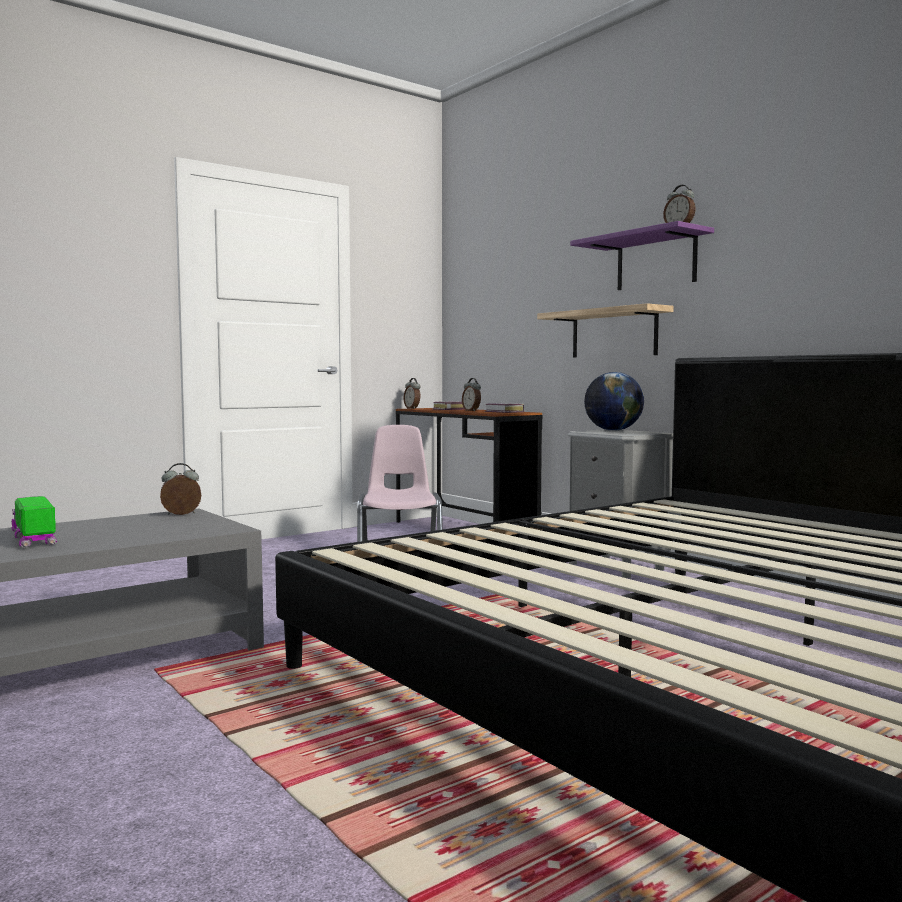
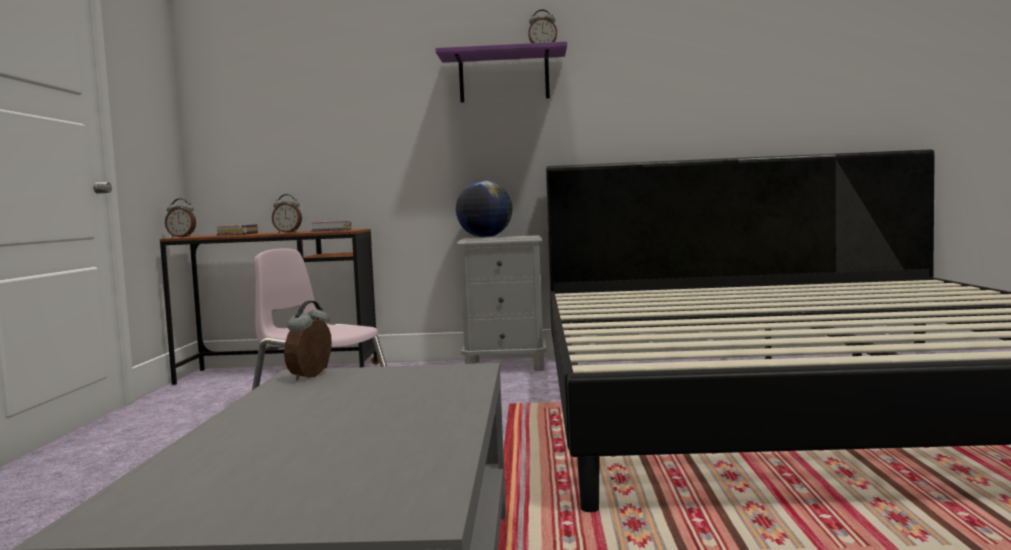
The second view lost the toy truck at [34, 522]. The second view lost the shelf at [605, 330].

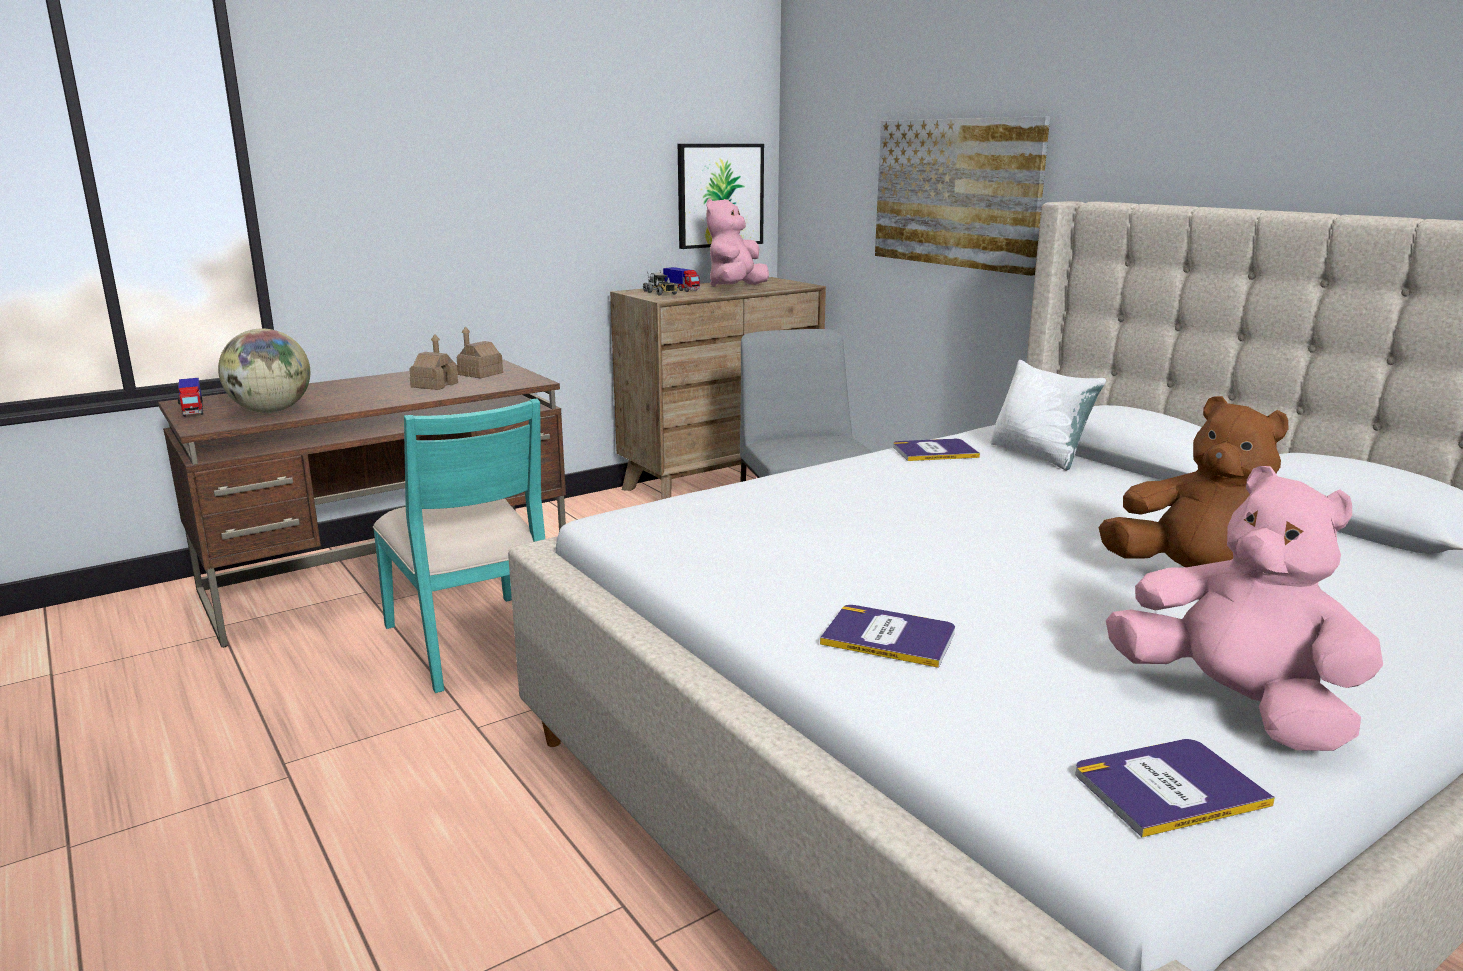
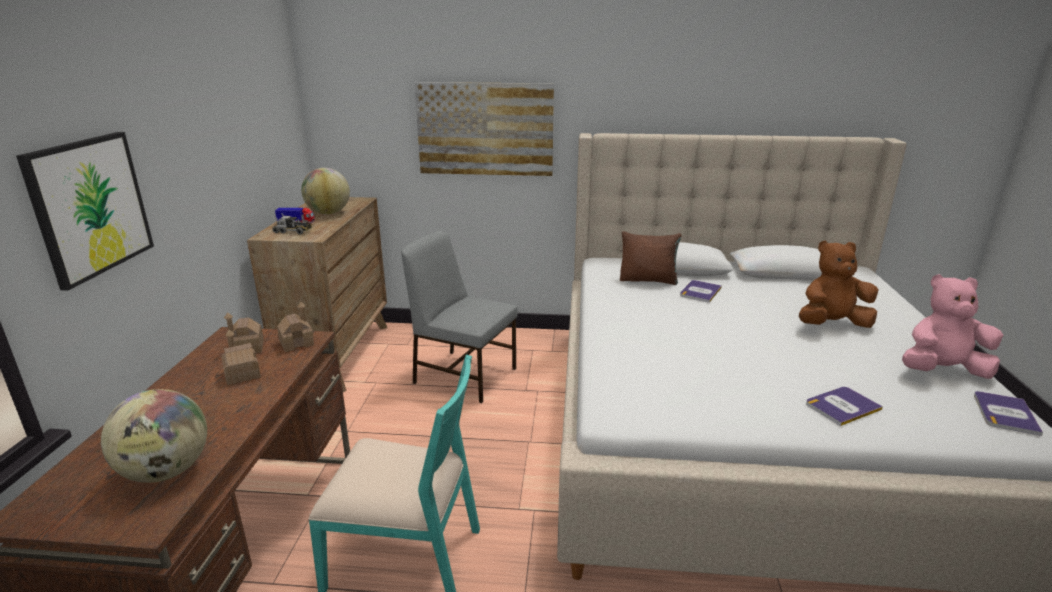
The second view lost the toy truck at [190, 397]. The second view gained the toy house at [295, 327]. The picture ended up elsewhere, having gone from [721, 196] to [85, 211]. The book ended up elsewhere, having gone from [936, 450] to [701, 291]. Where the plush toy in pink stood at [737, 242], the globe came to stand at [325, 191]. What was the pillow in white at [1048, 415] turned into the pillow in brown at [651, 258].

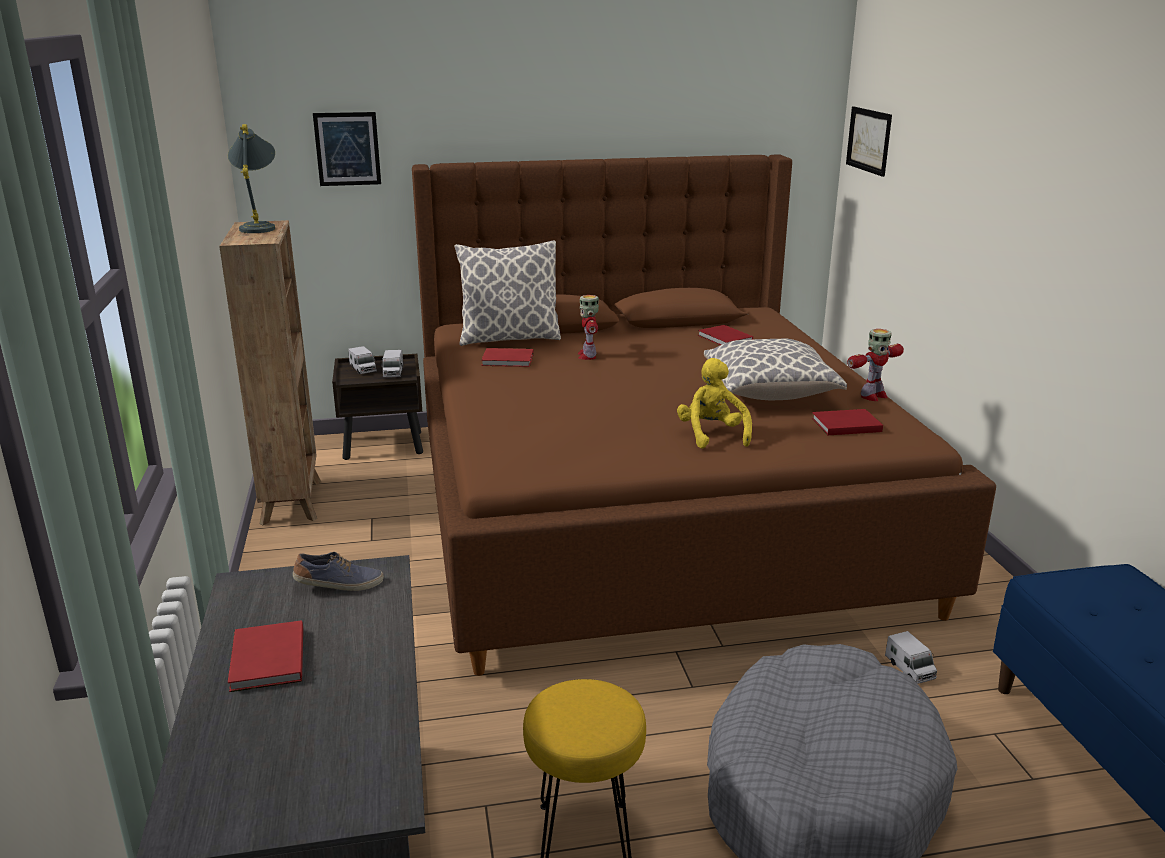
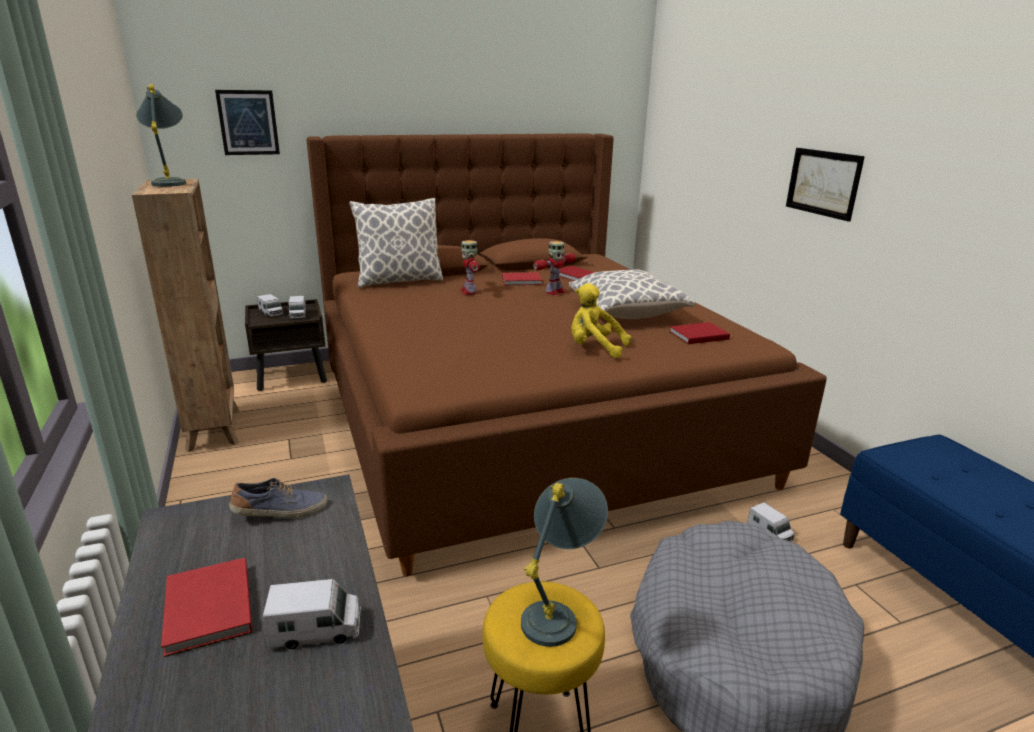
The second view gained the toy truck at [312, 614]. The second view gained the table lamp in grey at [564, 562]. The book in red ended up elsewhere, having gone from [507, 357] to [522, 279]. The picture ended up elsewhere, having gone from [869, 142] to [825, 185]. The toy robot ended up elsewhere, having gone from [875, 365] to [554, 268]. The plush toy in yellow at [714, 403] ended up facing another way, 45 degrees counterclockwise from before.

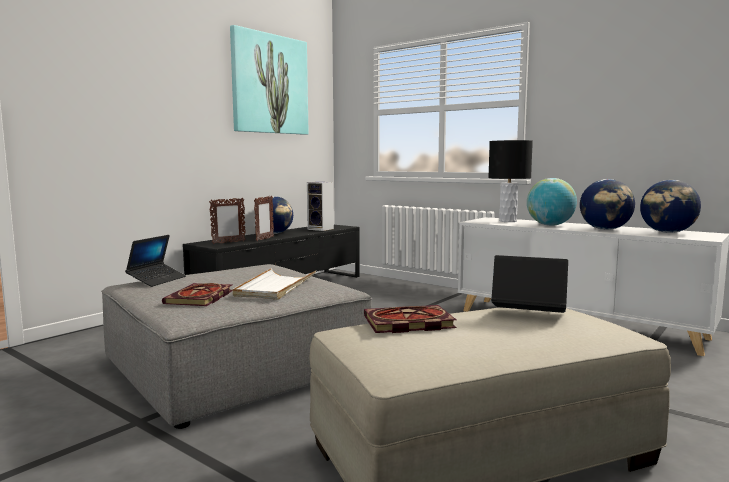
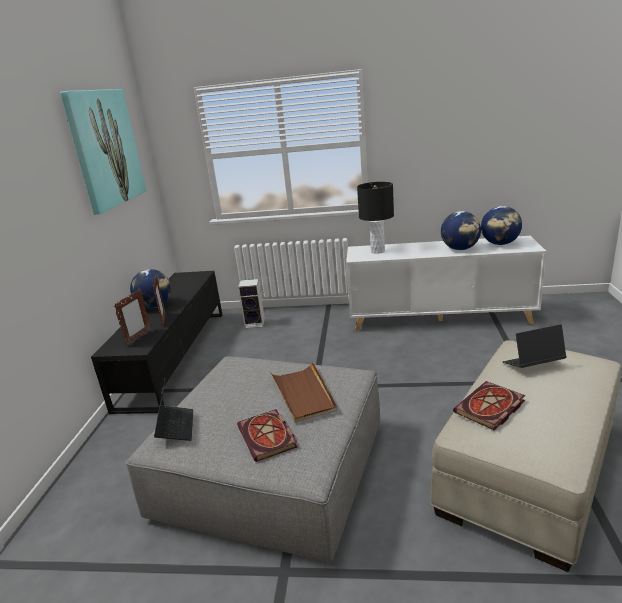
The second view lost the globe at [552, 202]. The speaker ended up elsewhere, having gone from [320, 206] to [251, 303]. What was the tray in white at [274, 284] turned into the tray in brown at [303, 392].

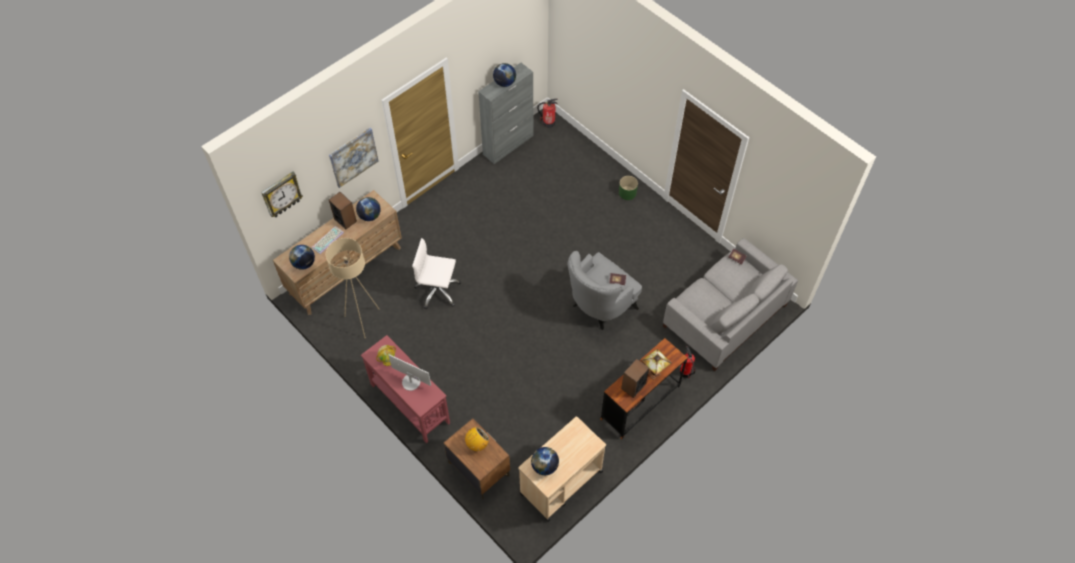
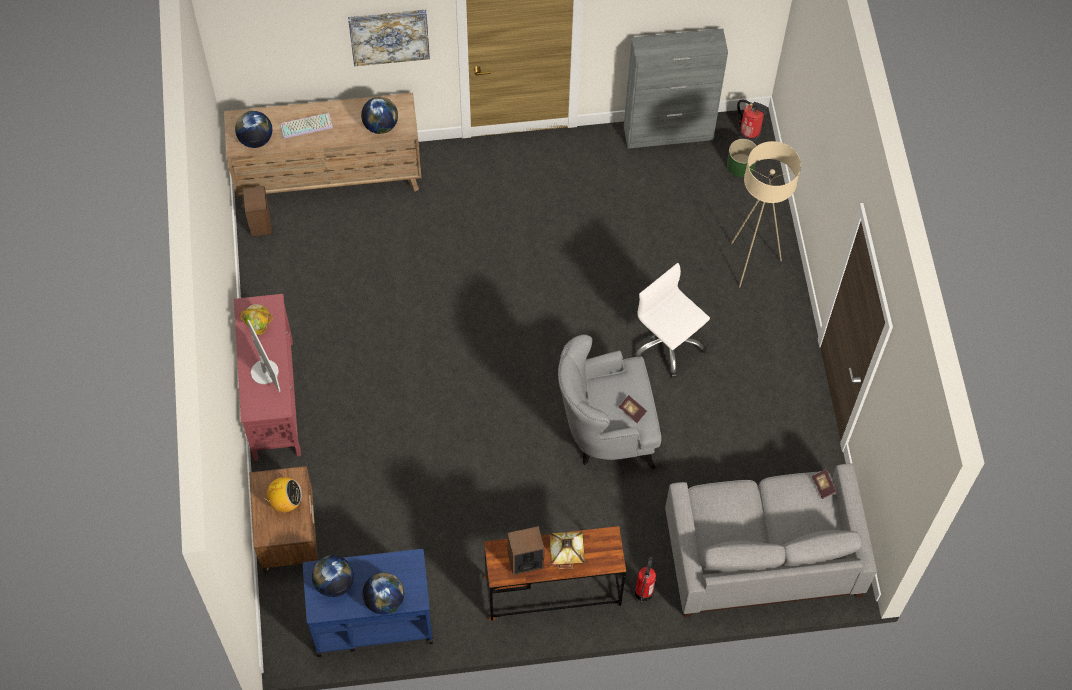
The second view lost the wall clock at [282, 194]. The floor lamp in beige ended up elsewhere, having gone from [353, 288] to [766, 214]. The speaker ended up elsewhere, having gone from [343, 211] to [257, 211]. The office chair in white ended up elsewhere, having gone from [436, 273] to [671, 320]. The globe ended up elsewhere, having gone from [504, 75] to [383, 593]. The planter in green ended up elsewhere, having gone from [628, 188] to [741, 158]. What was the cart in beige at [562, 469] turned into the cart in blue at [367, 603].

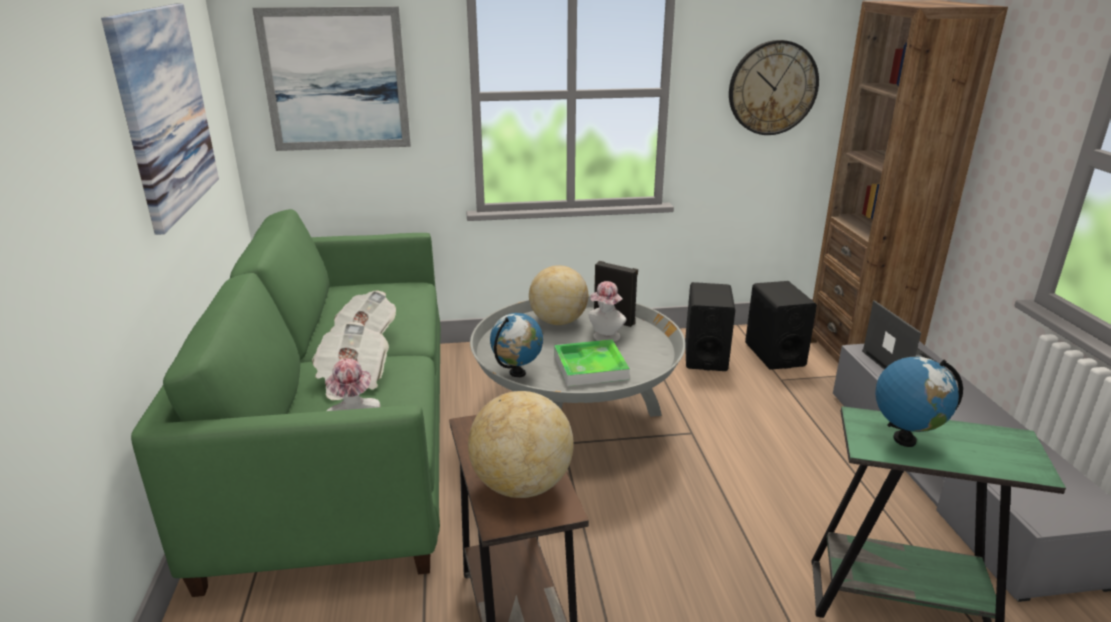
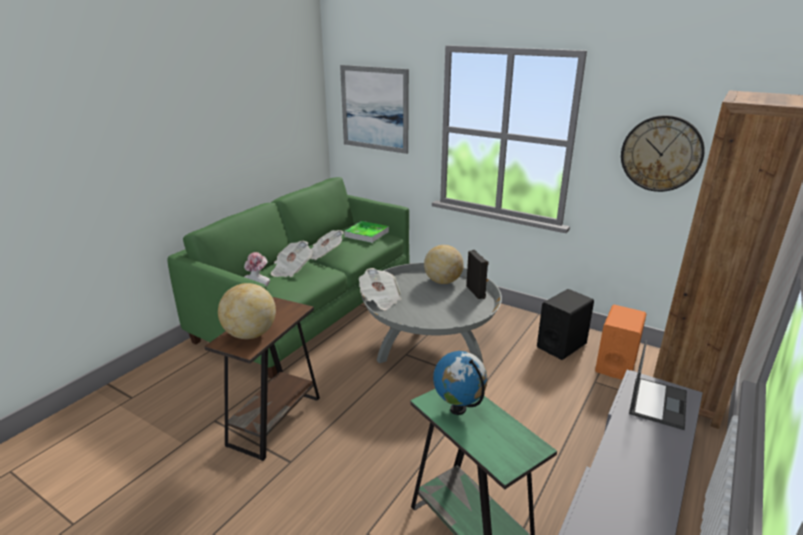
The second view lost the picture at [160, 119]. The second view lost the hat at [608, 311]. The tray ended up elsewhere, having gone from [592, 363] to [366, 232]. Where the globe stood at [516, 345], the newspaper came to stand at [380, 289]. What was the speaker in black at [781, 325] turned into the speaker in orange at [621, 342].

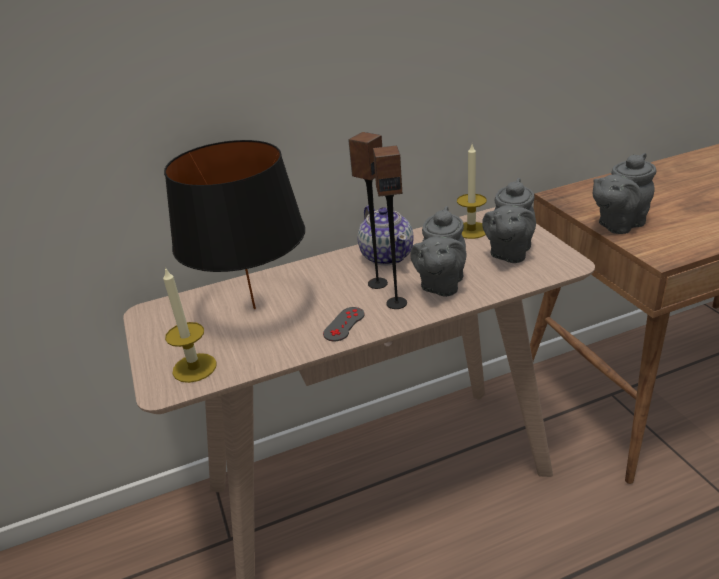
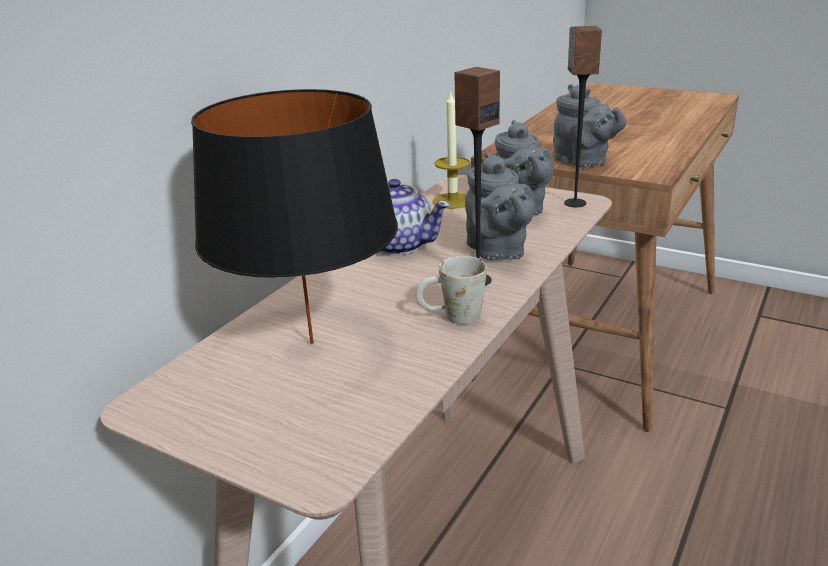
The second view lost the candle at [189, 325]. The speaker ended up elsewhere, having gone from [368, 210] to [583, 116]. Where the game controller in grey stood at [343, 324], the mug in white came to stand at [451, 290]. The teapot in grey at [624, 193] ended up facing another way, 60 degrees counterclockwise from before.

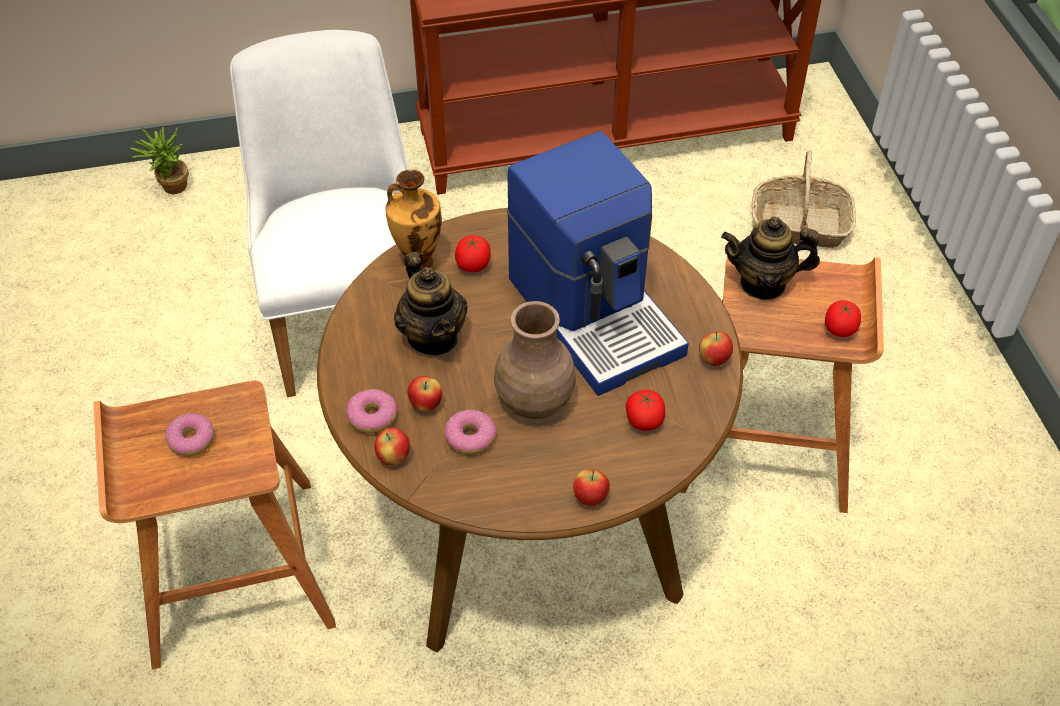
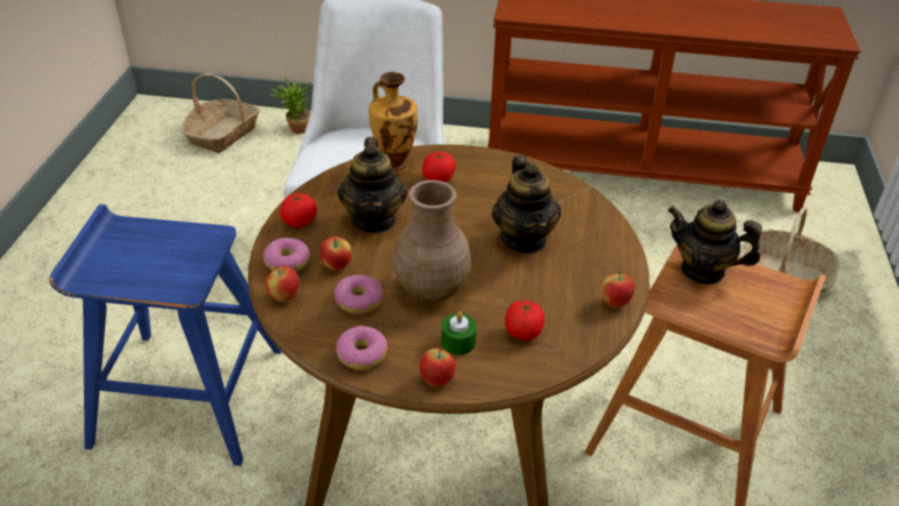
The second view gained the basket at [220, 113]. The second view gained the candle in green at [459, 333]. The donut ended up elsewhere, having gone from [190, 434] to [361, 348]. The tomato ended up elsewhere, having gone from [843, 318] to [298, 210]. Where the coffee machine stood at [598, 264], the teapot came to stand at [526, 204]. What was the stool in brown at [215, 525] turned into the stool in blue at [165, 335].

